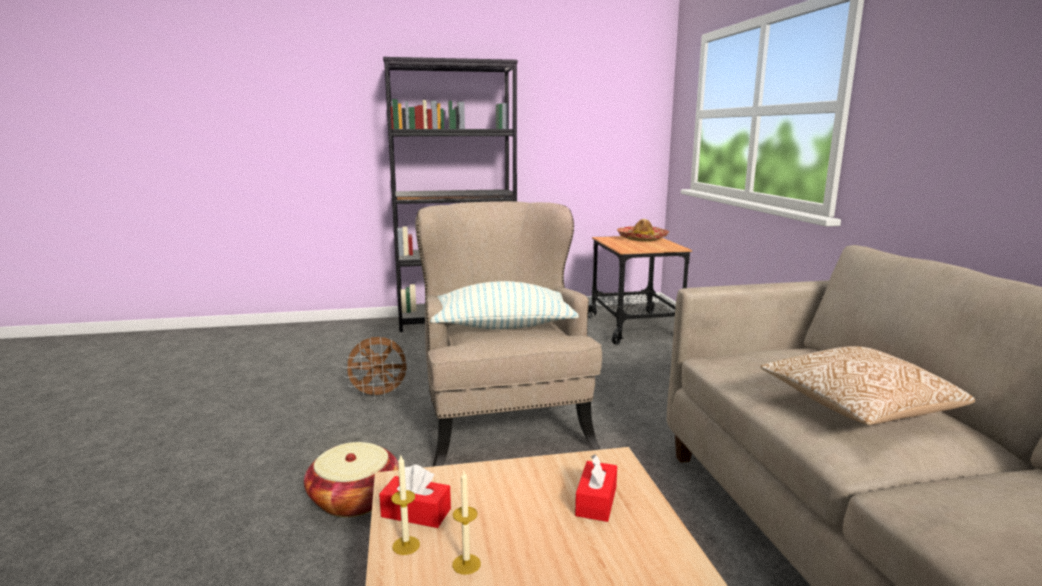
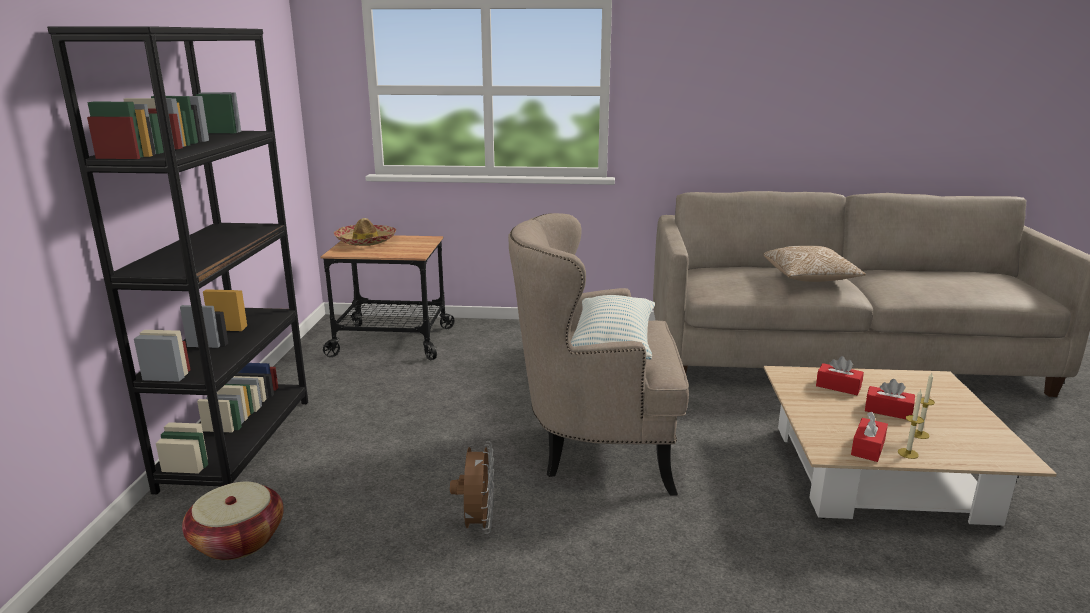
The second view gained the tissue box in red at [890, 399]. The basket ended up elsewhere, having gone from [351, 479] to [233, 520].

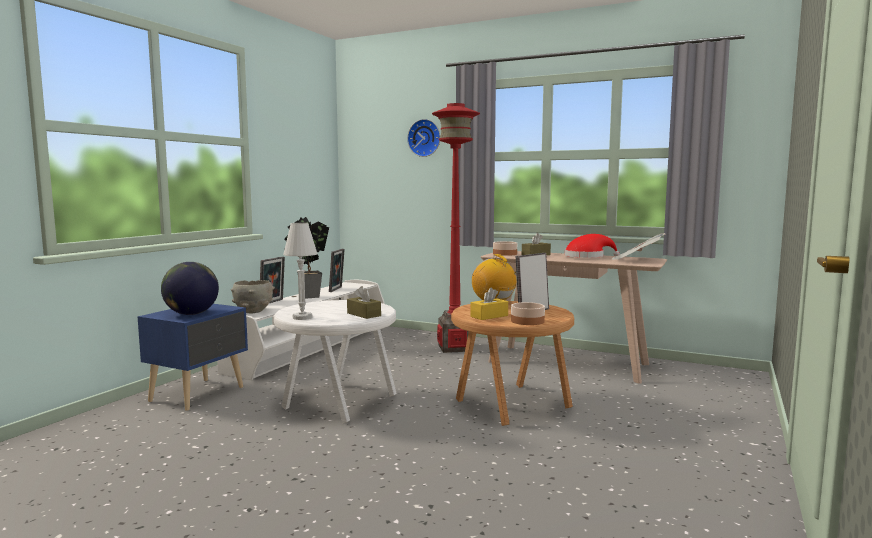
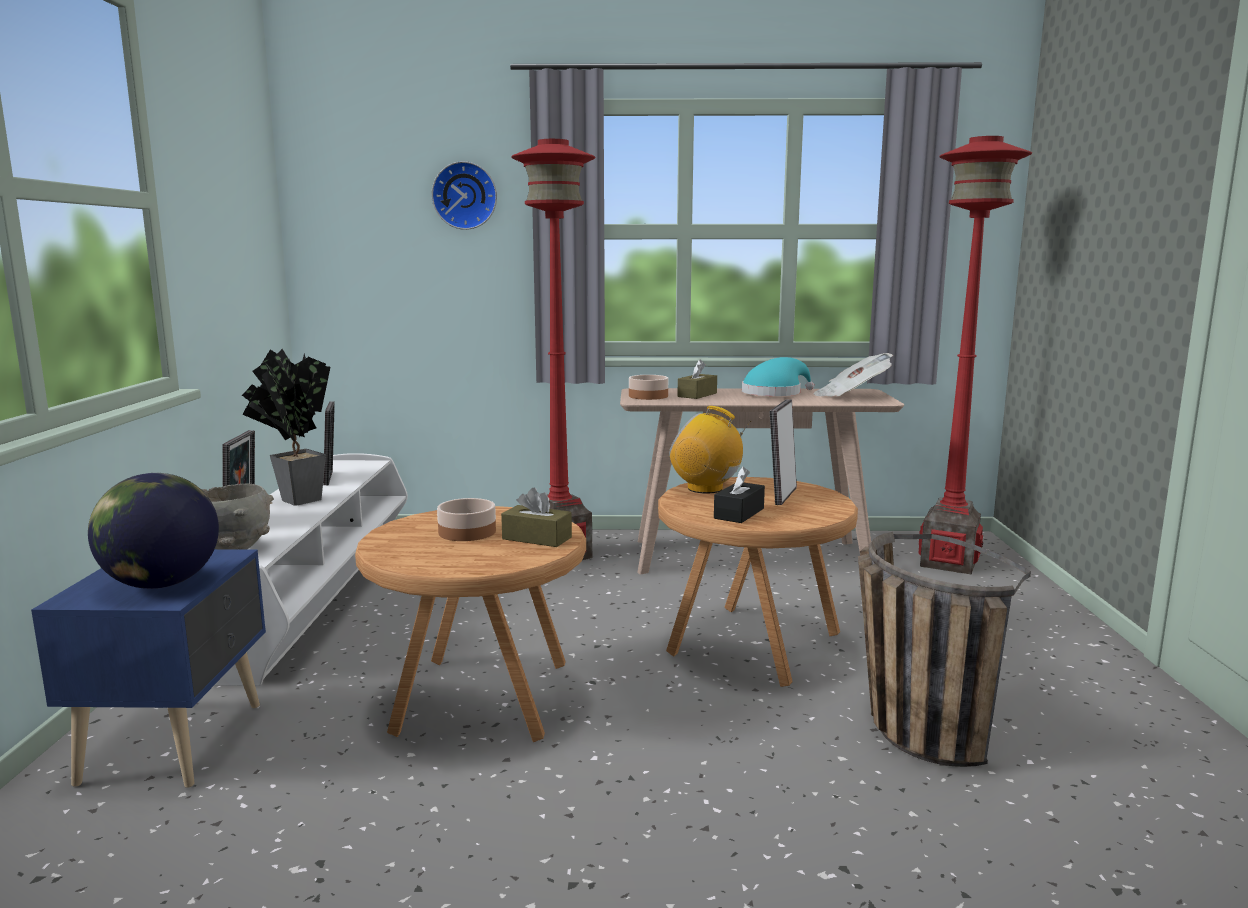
The second view lost the table lamp in white at [300, 271]. The second view gained the basket at [944, 649]. The second view gained the floor lamp in red at [975, 355]. The bowl ended up elsewhere, having gone from [528, 313] to [466, 519]. What was the side table in white at [335, 361] turned into the side table in brown at [470, 624]. What was the tissue box in yellow at [489, 304] turned into the tissue box in black at [739, 495]. What was the hat in red at [592, 246] turned into the hat in turquoise at [778, 376].

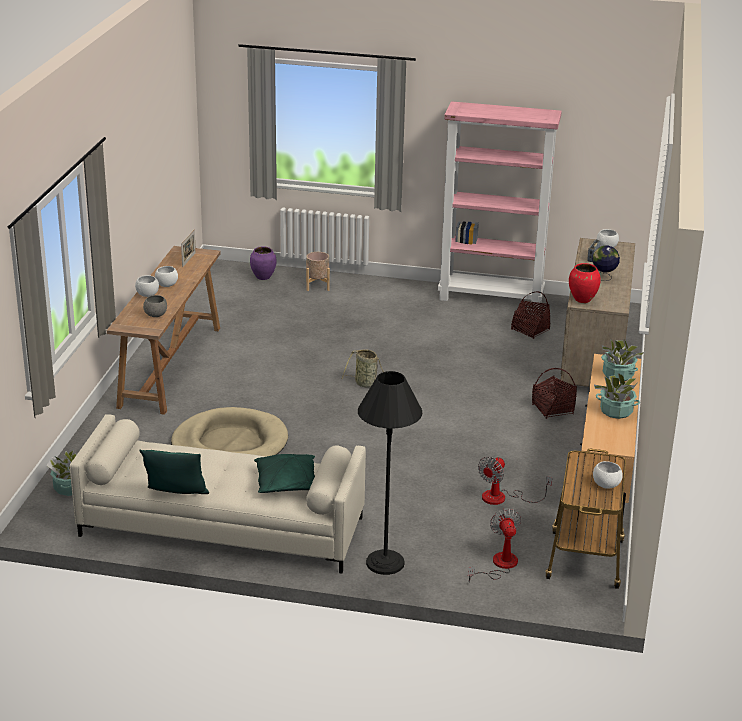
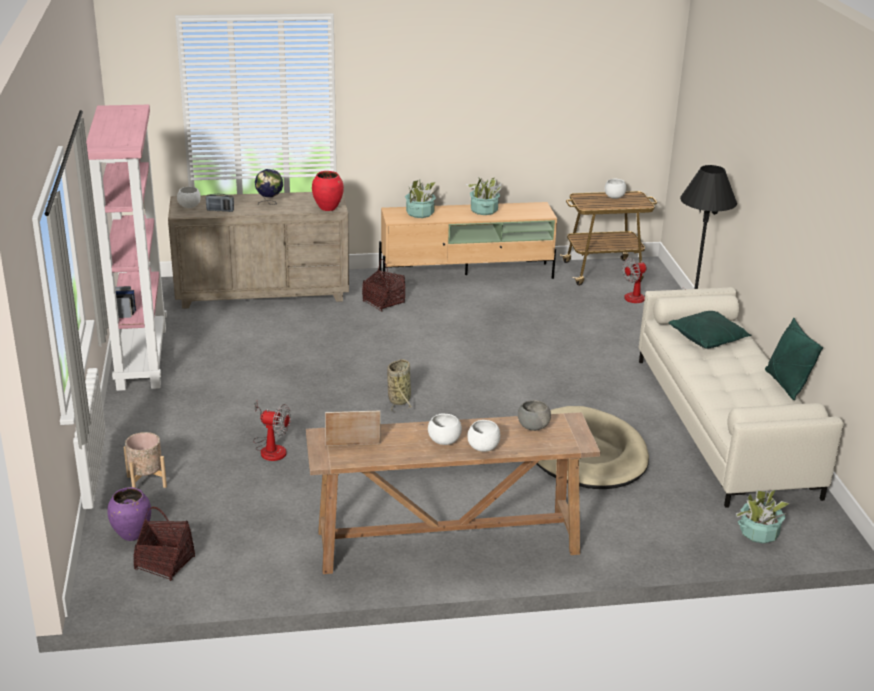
The fan ended up elsewhere, having gone from [515, 481] to [272, 431]. The basket ended up elsewhere, having gone from [530, 315] to [164, 544].

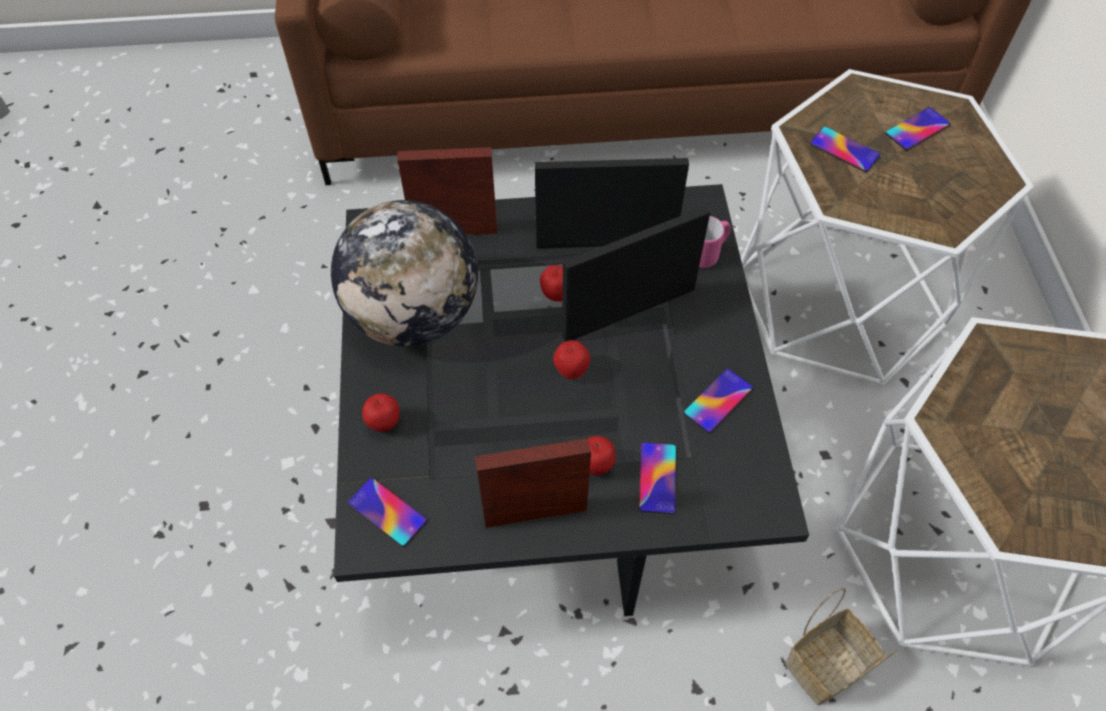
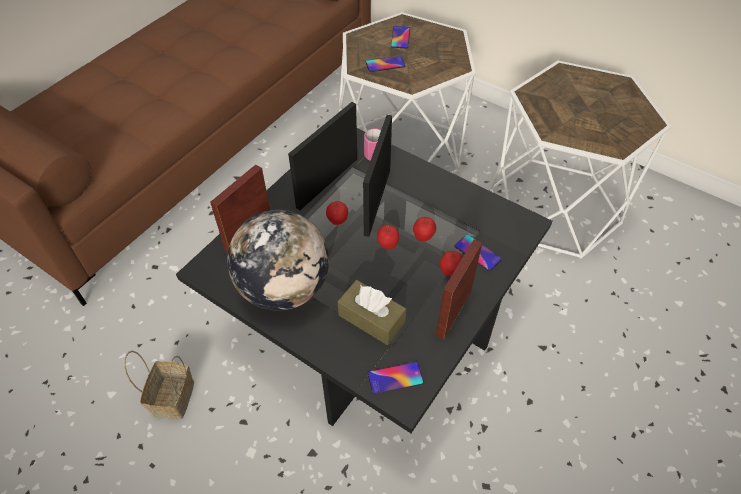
The second view lost the phone at [718, 401]. The second view gained the tissue box in brown at [372, 312]. The apple ended up elsewhere, having gone from [381, 412] to [424, 229]. The basket ended up elsewhere, having gone from [841, 646] to [159, 385].

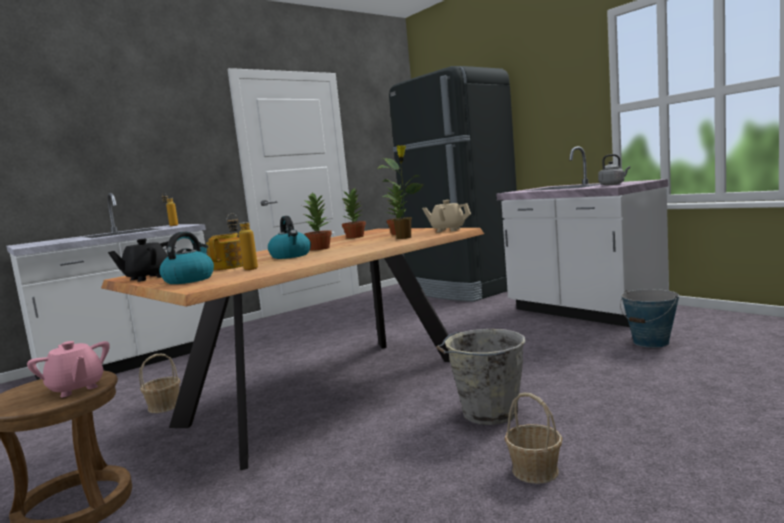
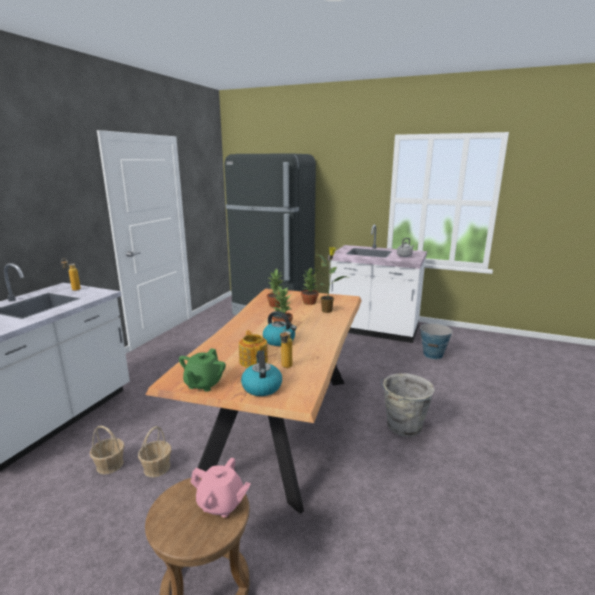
The second view lost the teapot in beige at [446, 216]. The basket ended up elsewhere, having gone from [533, 438] to [107, 450]. What was the teapot in black at [138, 260] turned into the teapot in green at [202, 370].

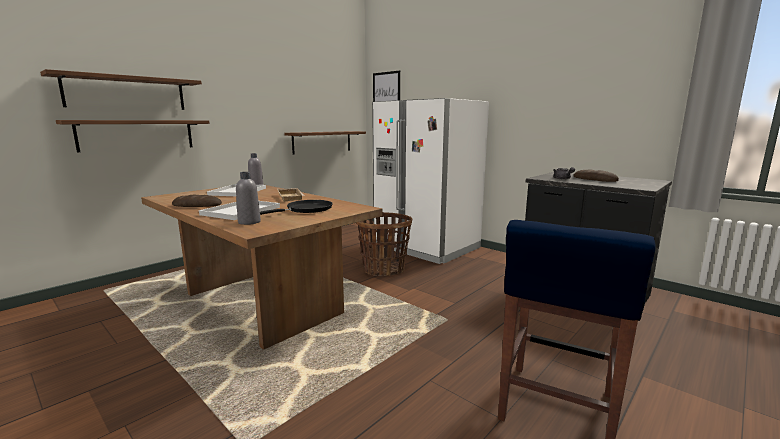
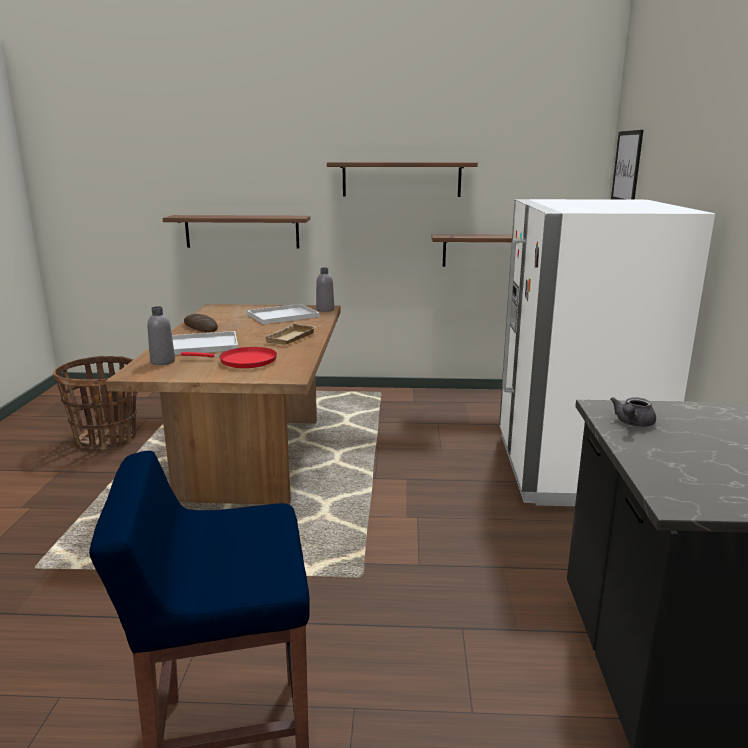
The second view lost the bread at [596, 175]. The shelf ended up elsewhere, having gone from [121, 89] to [402, 179]. The basket ended up elsewhere, having gone from [384, 244] to [95, 403]. What was the frying pan in black at [296, 207] turned into the frying pan in red at [229, 357].

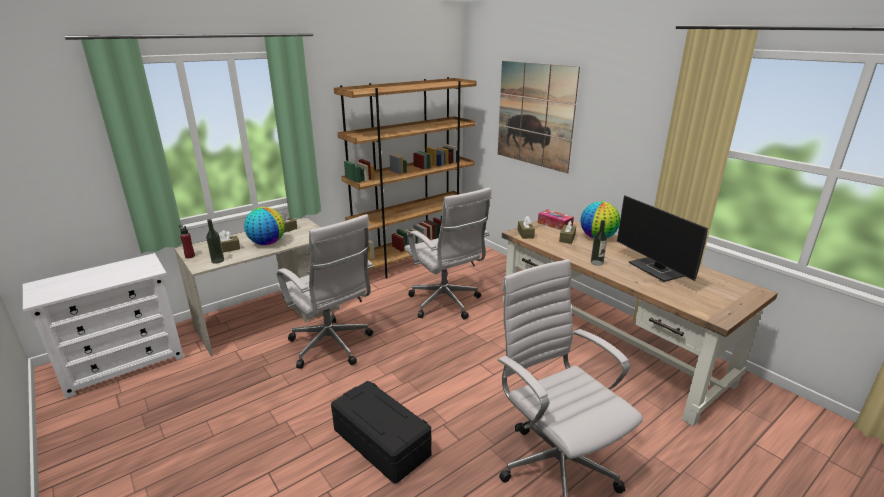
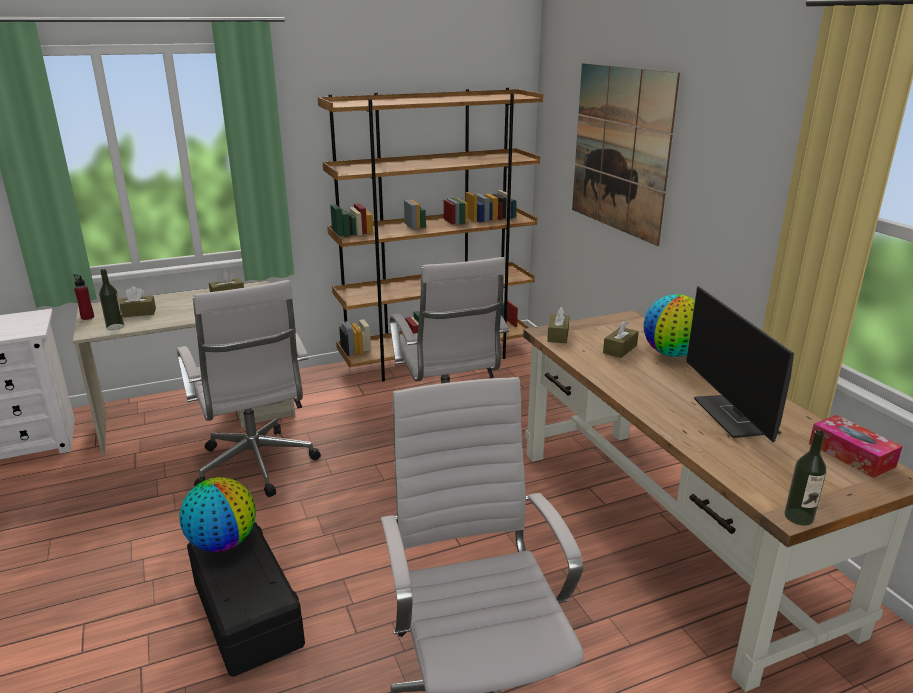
The globe ended up elsewhere, having gone from [264, 226] to [217, 514]. The tissue box ended up elsewhere, having gone from [556, 219] to [856, 446]. The bottle ended up elsewhere, having gone from [599, 243] to [805, 478].

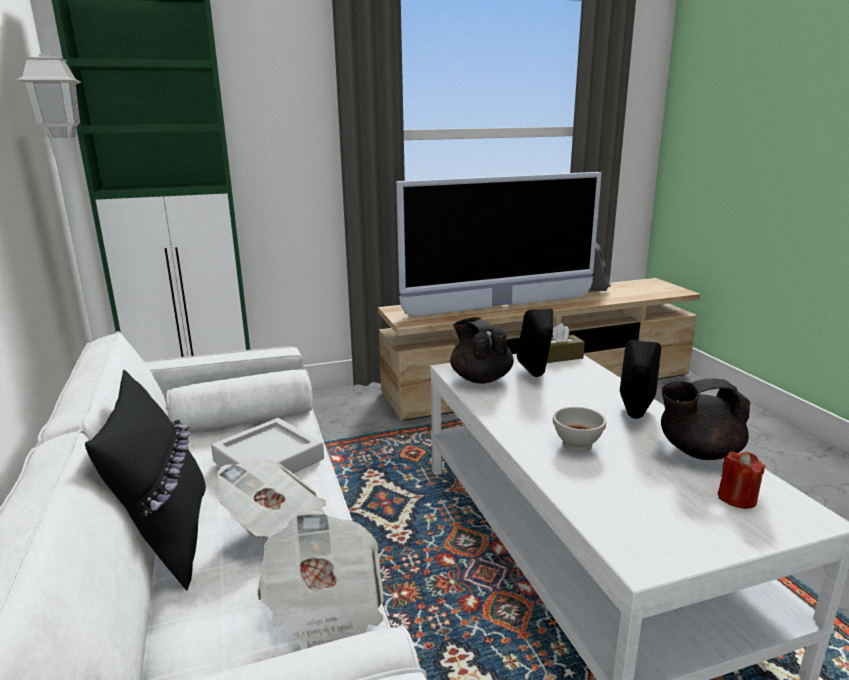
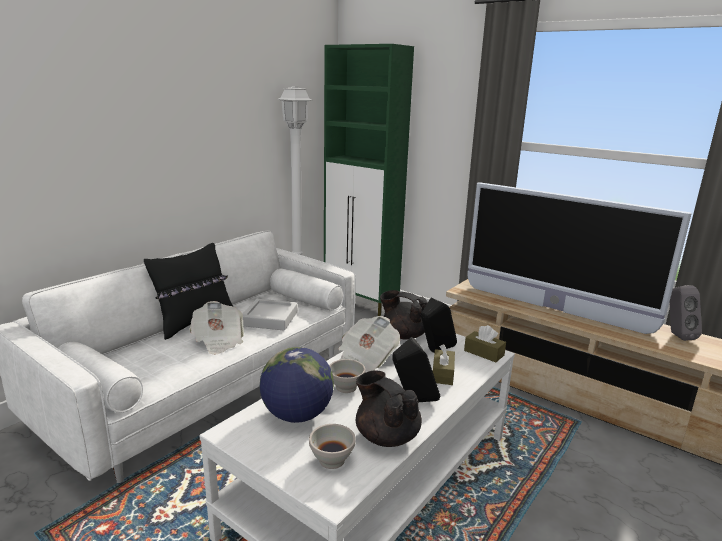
The second view gained the globe at [297, 385]. The second view gained the tissue box in brown at [444, 364]. The newspaper ended up elsewhere, having gone from [320, 579] to [369, 344]. Where the candle in red stood at [742, 480], the bowl in white came to stand at [332, 446]. The teapot in black at [482, 350] ended up facing another way, 90 degrees counterclockwise from before.

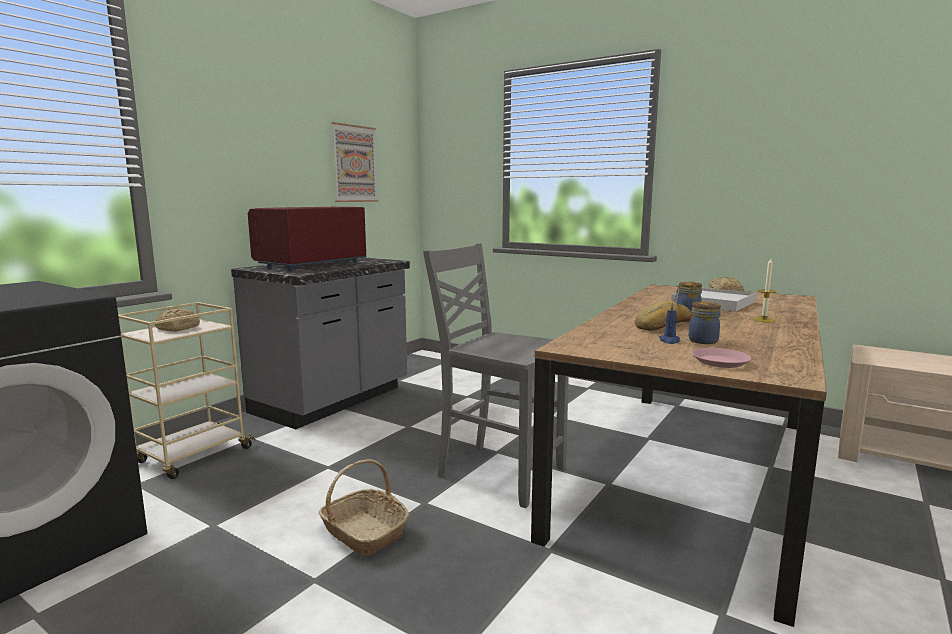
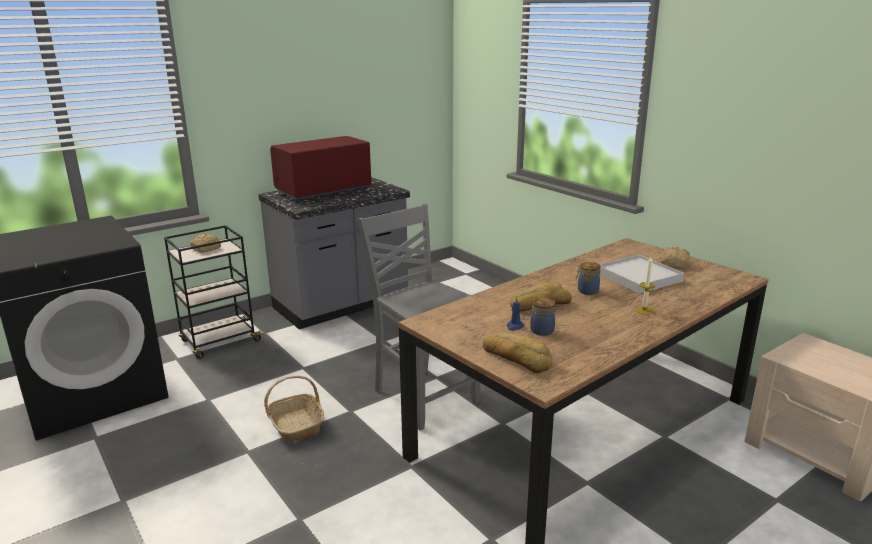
The second view lost the picture at [354, 162]. Where the plate in pink stood at [721, 358], the bread came to stand at [517, 352]. What was the cart in beige at [186, 390] turned into the cart in black at [214, 292].

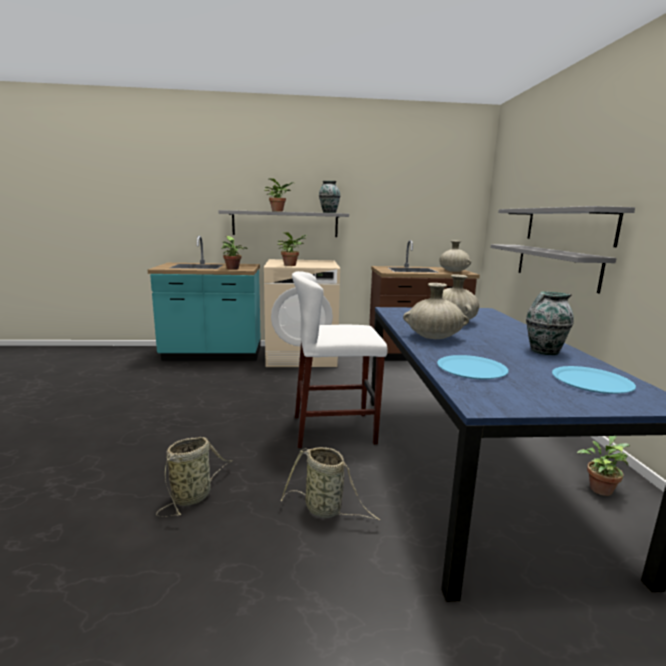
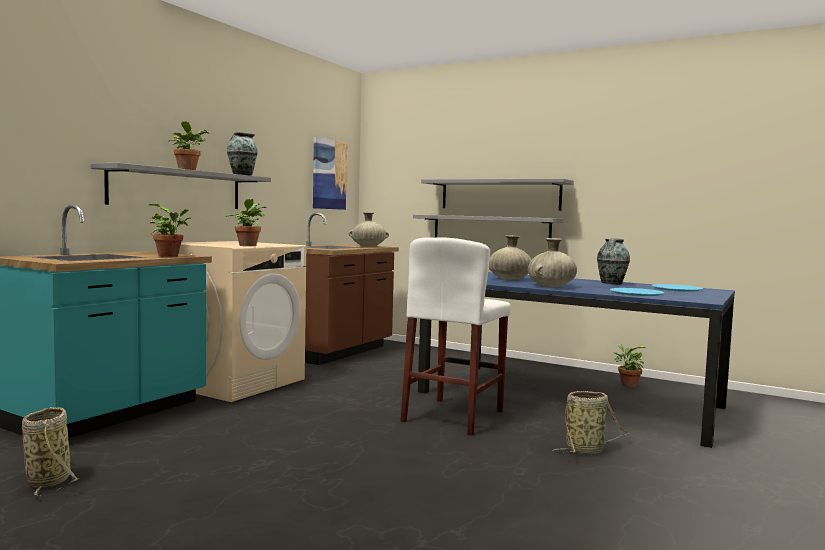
The second view gained the picture at [330, 173]. The basket ended up elsewhere, having gone from [194, 477] to [50, 451].

